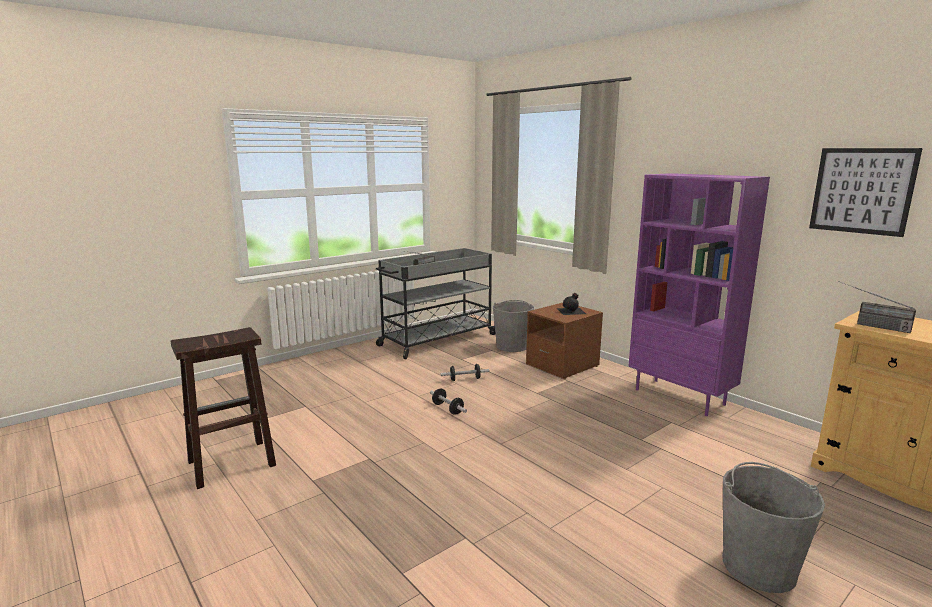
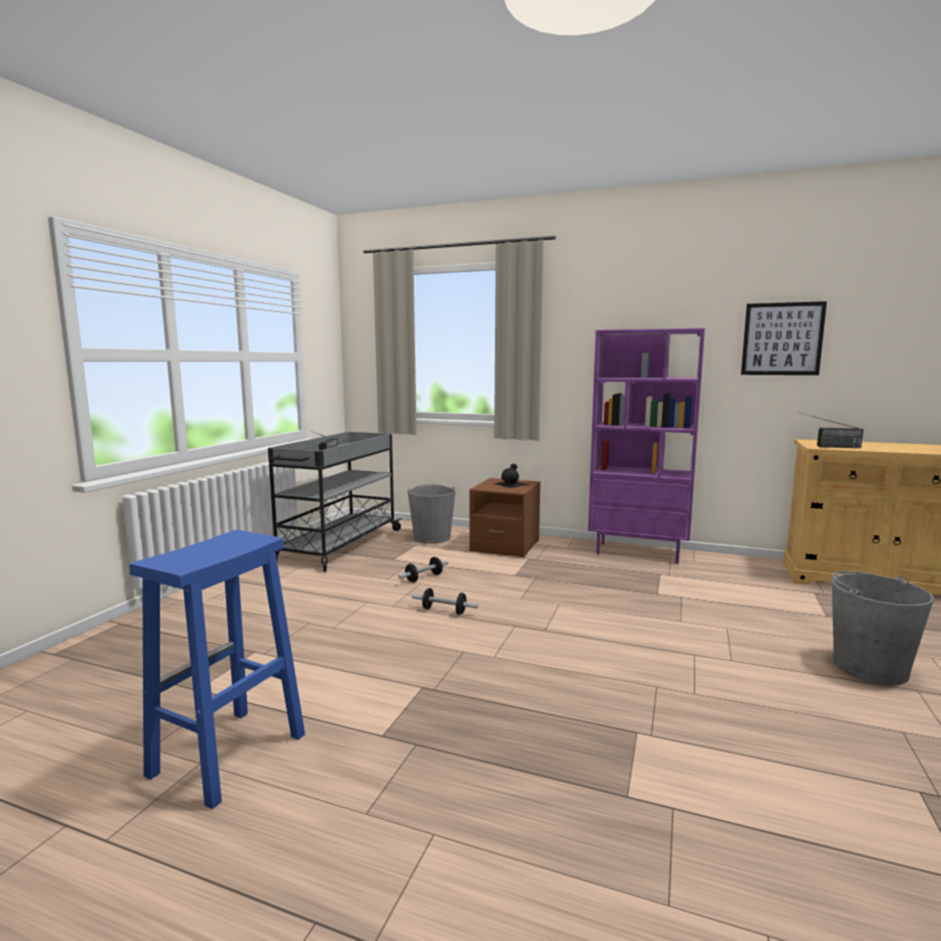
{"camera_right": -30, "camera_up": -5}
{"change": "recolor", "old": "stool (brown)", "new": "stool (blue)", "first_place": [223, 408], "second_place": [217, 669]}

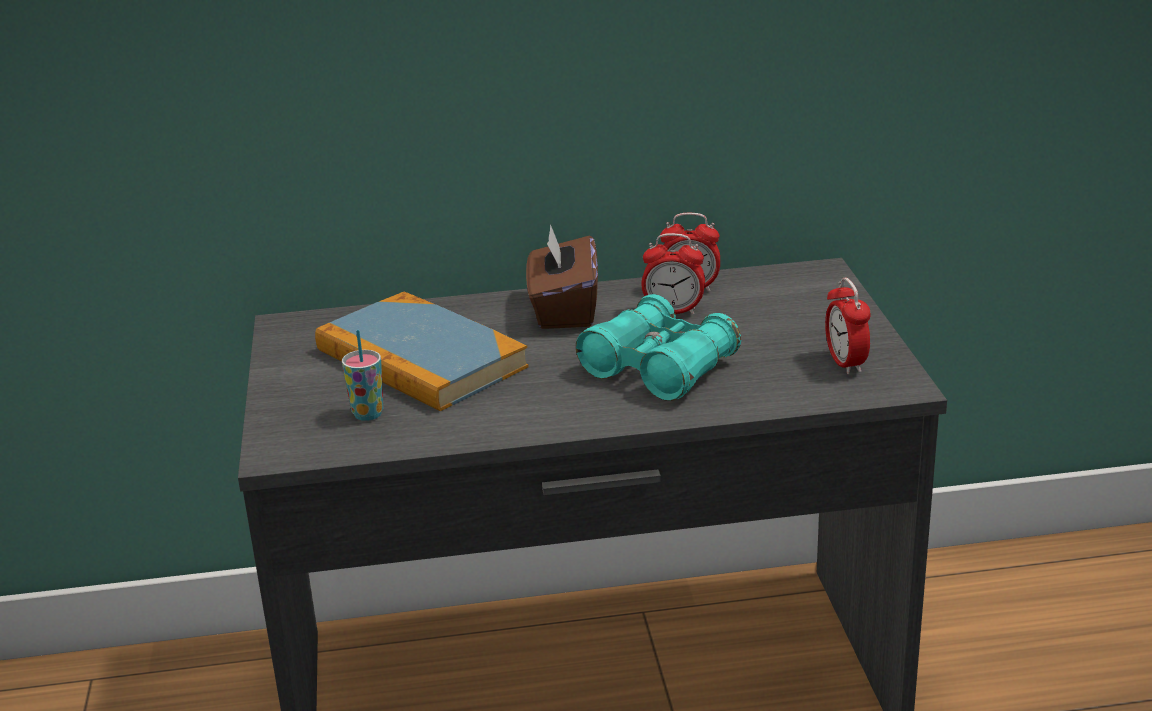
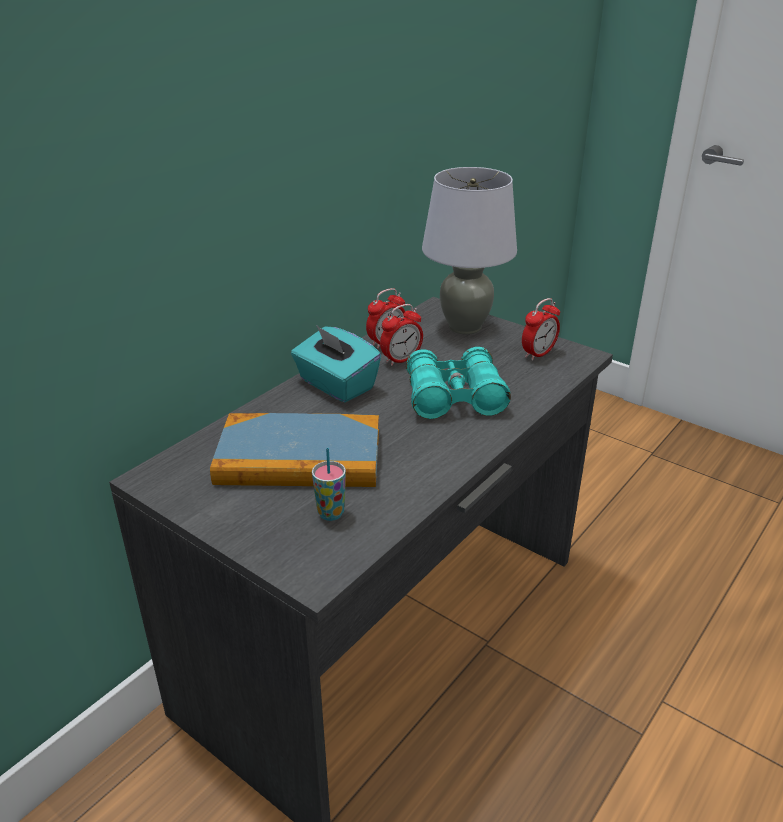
{"camera_right": -45, "camera_up": 5}
{"change": "insert", "new": "table lamp (grey)", "second_place": [469, 250]}
{"change": "recolor", "old": "tissue box (brown)", "new": "tissue box (turquoise)", "first_place": [562, 276], "second_place": [336, 363]}
{"change": "rotate", "old": "alarm clock", "first_place": [848, 326], "second_place": [541, 329], "degrees": -75}

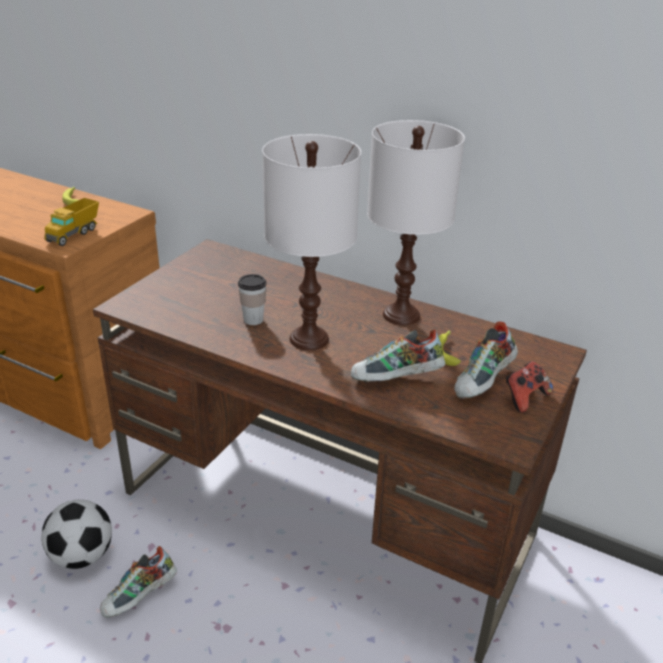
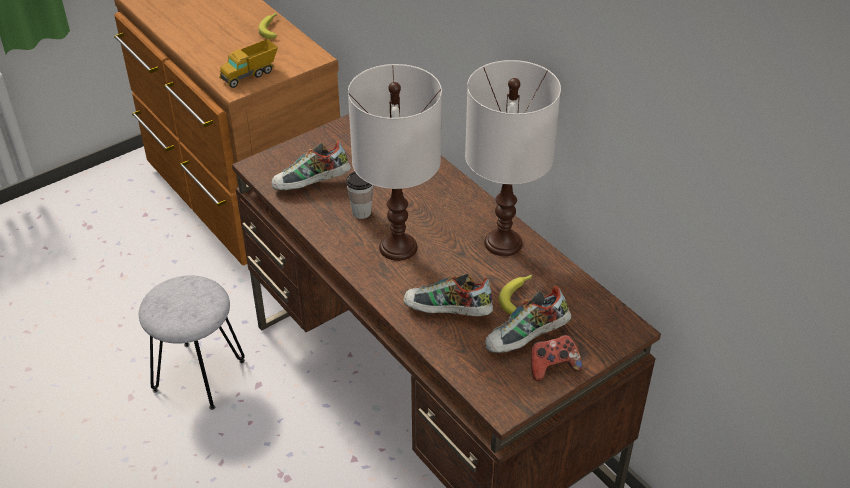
{"camera_right": 25, "camera_up": 10}
{"change": "move", "old": "shoe", "first_place": [138, 581], "second_place": [311, 165]}
{"change": "replace", "old": "football", "new": "stool (grey)", "first_place": [76, 534], "second_place": [192, 342]}

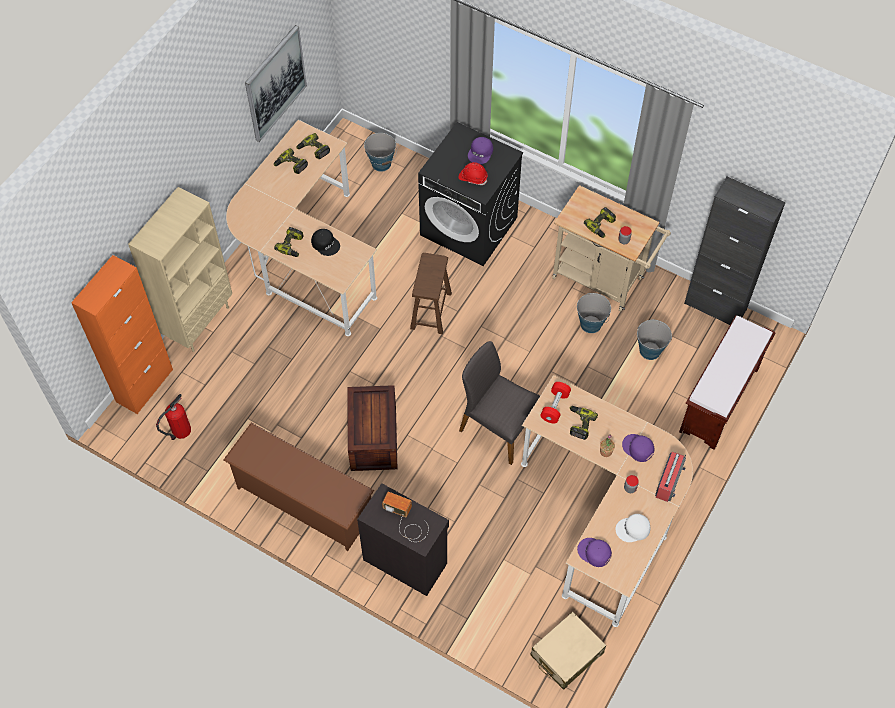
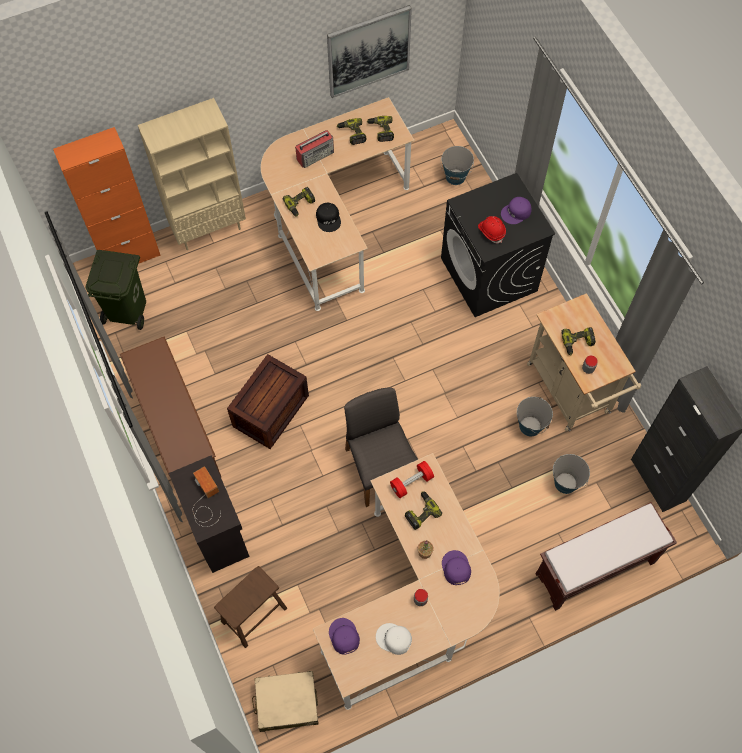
{"camera_right": 35, "camera_up": 5}
{"change": "move", "old": "stool (brown)", "first_place": [431, 293], "second_place": [250, 607]}
{"change": "move", "old": "radio", "first_place": [670, 477], "second_place": [314, 149]}
{"change": "replace", "old": "fire extinguisher", "new": "trash can (green)", "first_place": [173, 417], "second_place": [116, 290]}

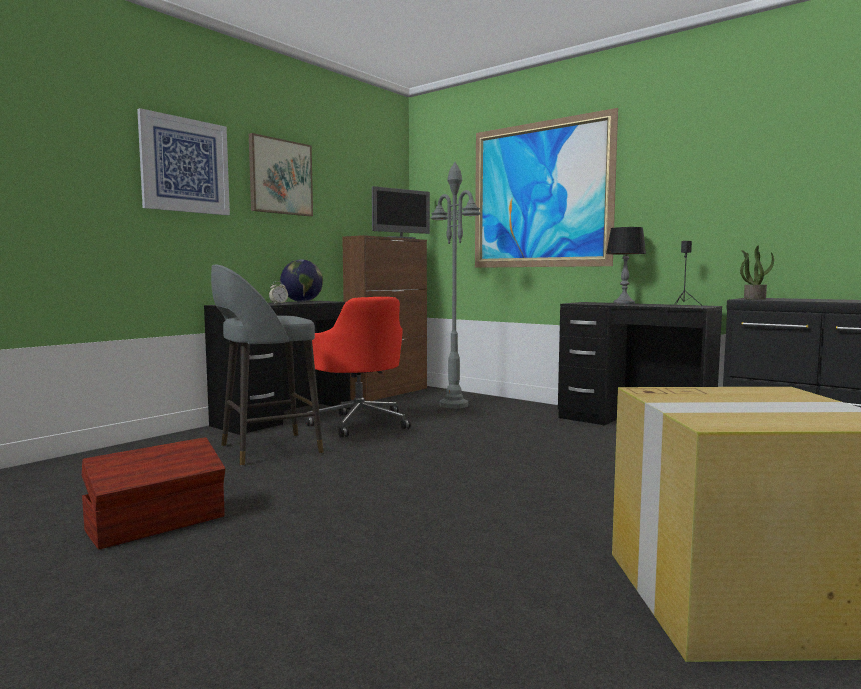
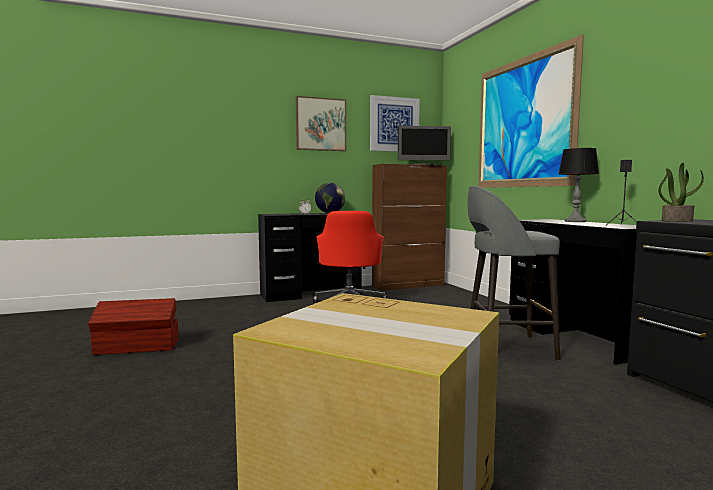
{"camera_right": 30, "camera_up": 0}
{"change": "delete", "old": "floor lamp (grey)", "first_place": [456, 285]}
{"change": "move", "old": "picture", "first_place": [183, 161], "second_place": [395, 123]}
{"change": "move", "old": "stool (grey)", "first_place": [267, 365], "second_place": [514, 273]}

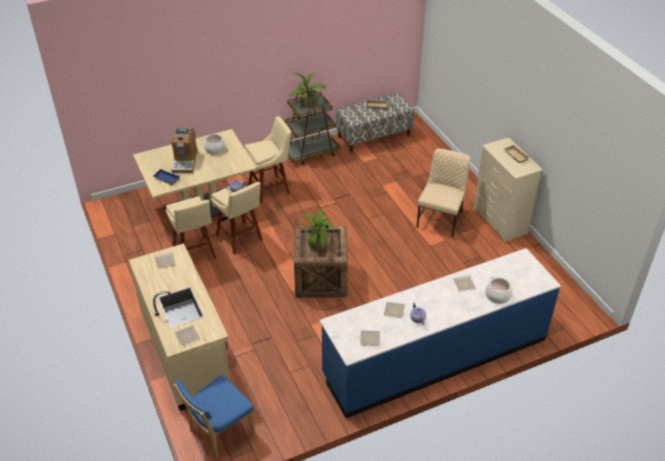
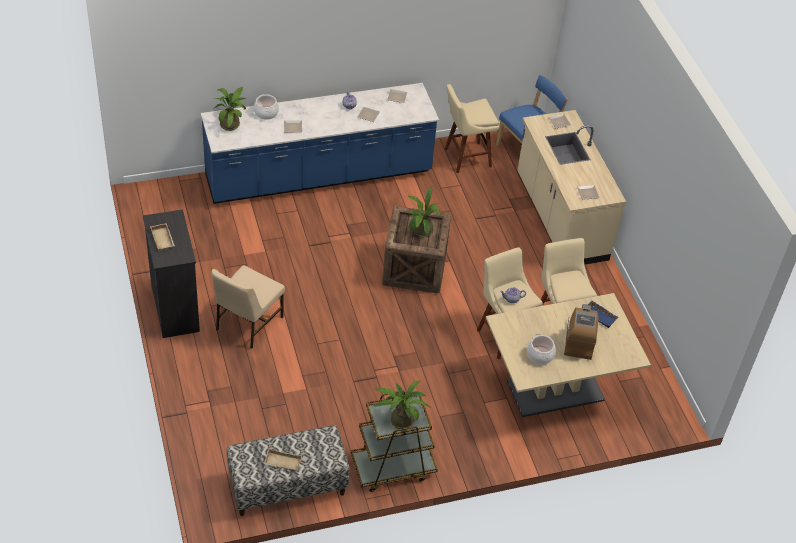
{"camera_right": -175, "camera_up": 5}
{"change": "insert", "new": "potted plant", "second_place": [229, 109]}
{"change": "move", "old": "stool (beige)", "first_place": [268, 159], "second_place": [472, 128]}
{"change": "recolor", "old": "dresser (beige)", "new": "dresser (black)", "first_place": [508, 190], "second_place": [171, 273]}

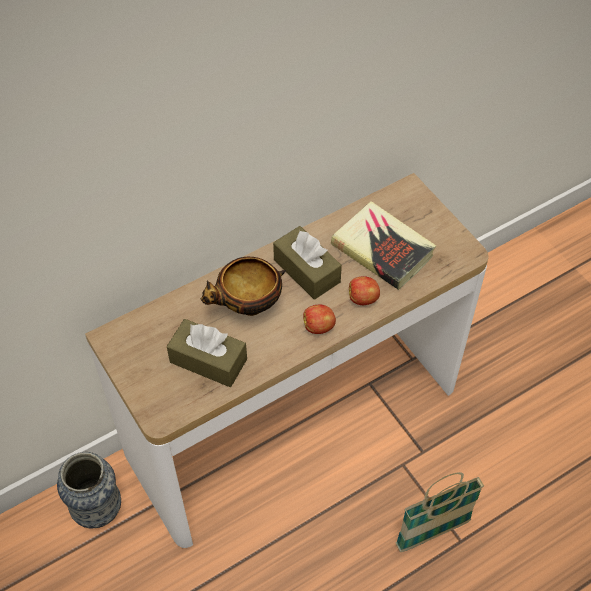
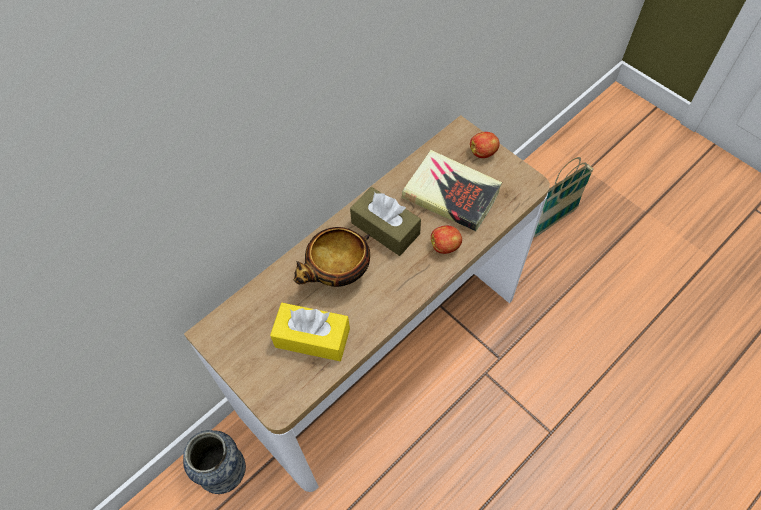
{"camera_right": -10, "camera_up": 5}
{"change": "move", "old": "apple", "first_place": [319, 319], "second_place": [484, 145]}
{"change": "move", "old": "basket", "first_place": [440, 512], "second_place": [564, 197]}
{"change": "recolor", "old": "tissue box (brown)", "new": "tissue box (yellow)", "first_place": [207, 353], "second_place": [310, 332]}

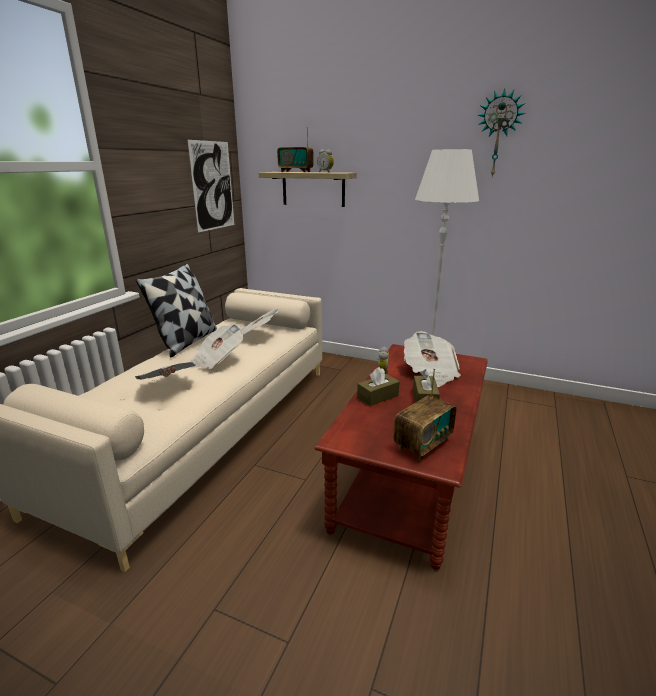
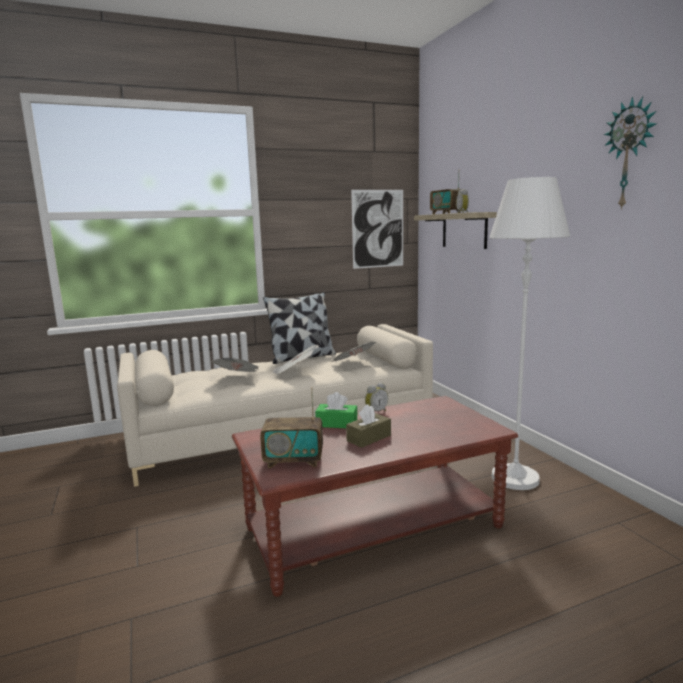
{"camera_right": 45, "camera_up": -10}
{"change": "delete", "old": "newspaper", "first_place": [432, 359]}
{"change": "recolor", "old": "tissue box (brown)", "new": "tissue box (green)", "first_place": [378, 386], "second_place": [336, 410]}

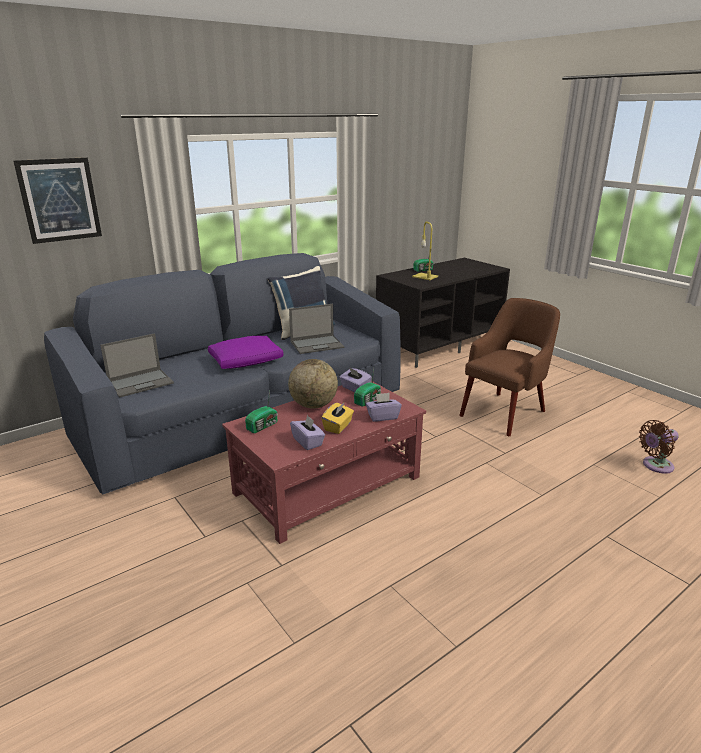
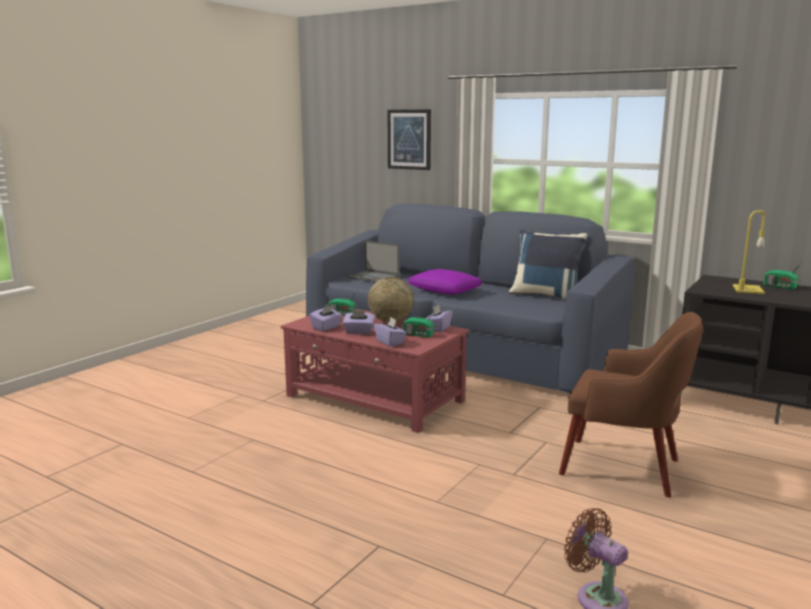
{"camera_right": 70, "camera_up": -10}
{"change": "delete", "old": "laptop", "first_place": [317, 329]}
{"change": "recolor", "old": "tissue box (yellow)", "new": "tissue box (purple)", "first_place": [338, 418], "second_place": [359, 322]}

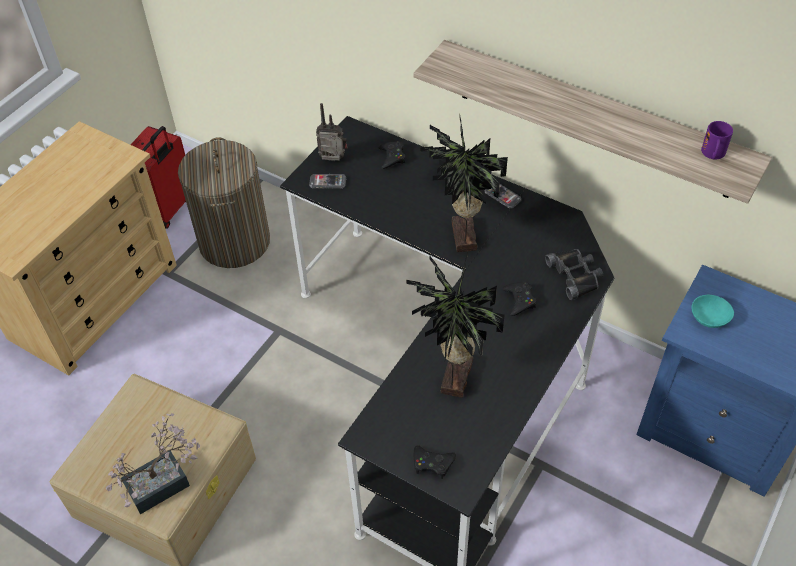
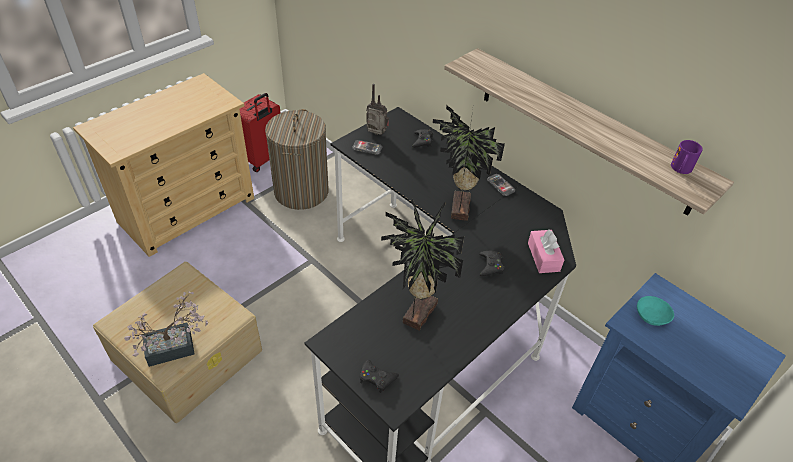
{"camera_right": 10, "camera_up": -5}
{"change": "replace", "old": "binoculars (black)", "new": "tissue box (pink)", "first_place": [574, 274], "second_place": [546, 251]}

